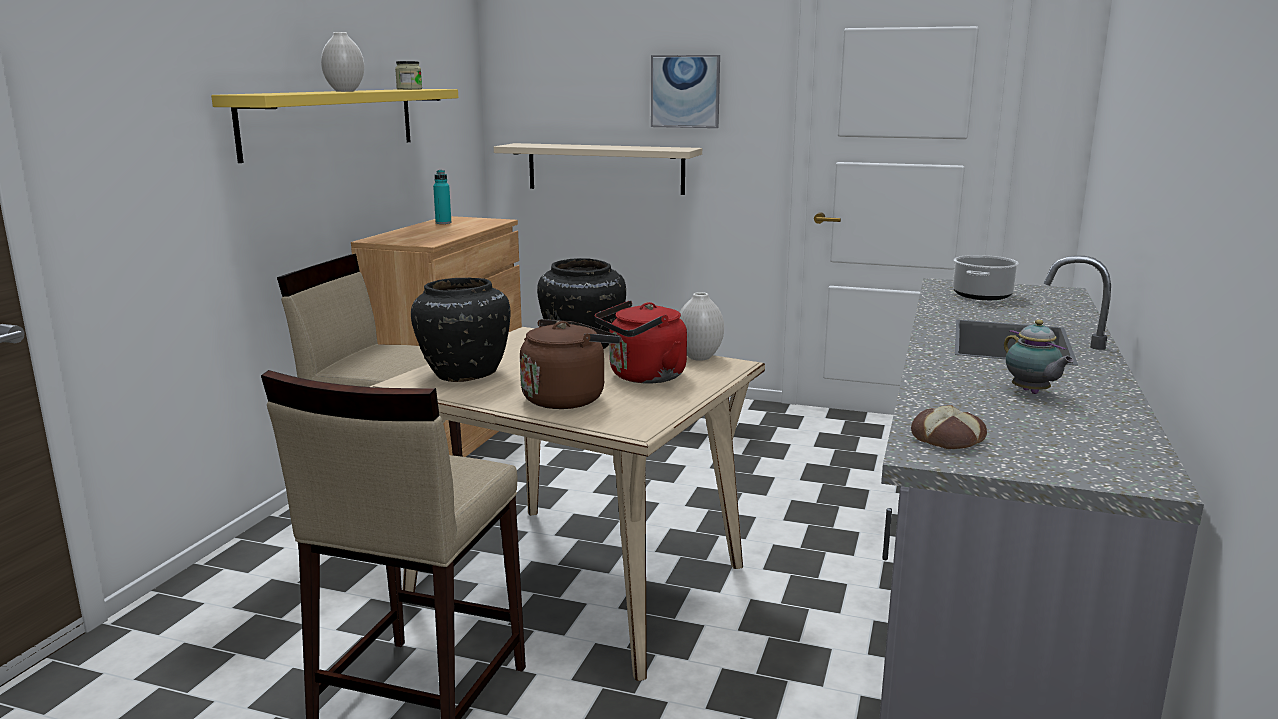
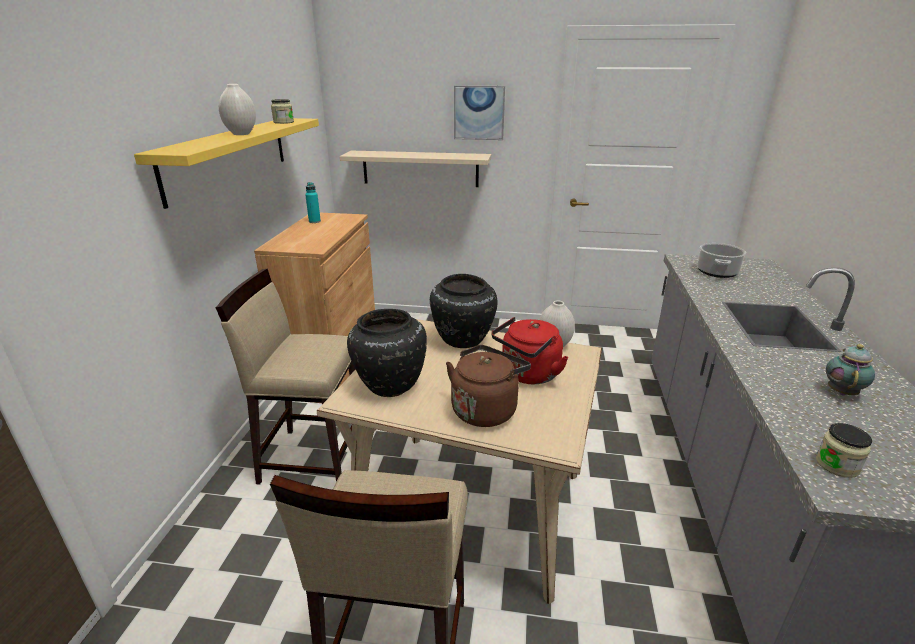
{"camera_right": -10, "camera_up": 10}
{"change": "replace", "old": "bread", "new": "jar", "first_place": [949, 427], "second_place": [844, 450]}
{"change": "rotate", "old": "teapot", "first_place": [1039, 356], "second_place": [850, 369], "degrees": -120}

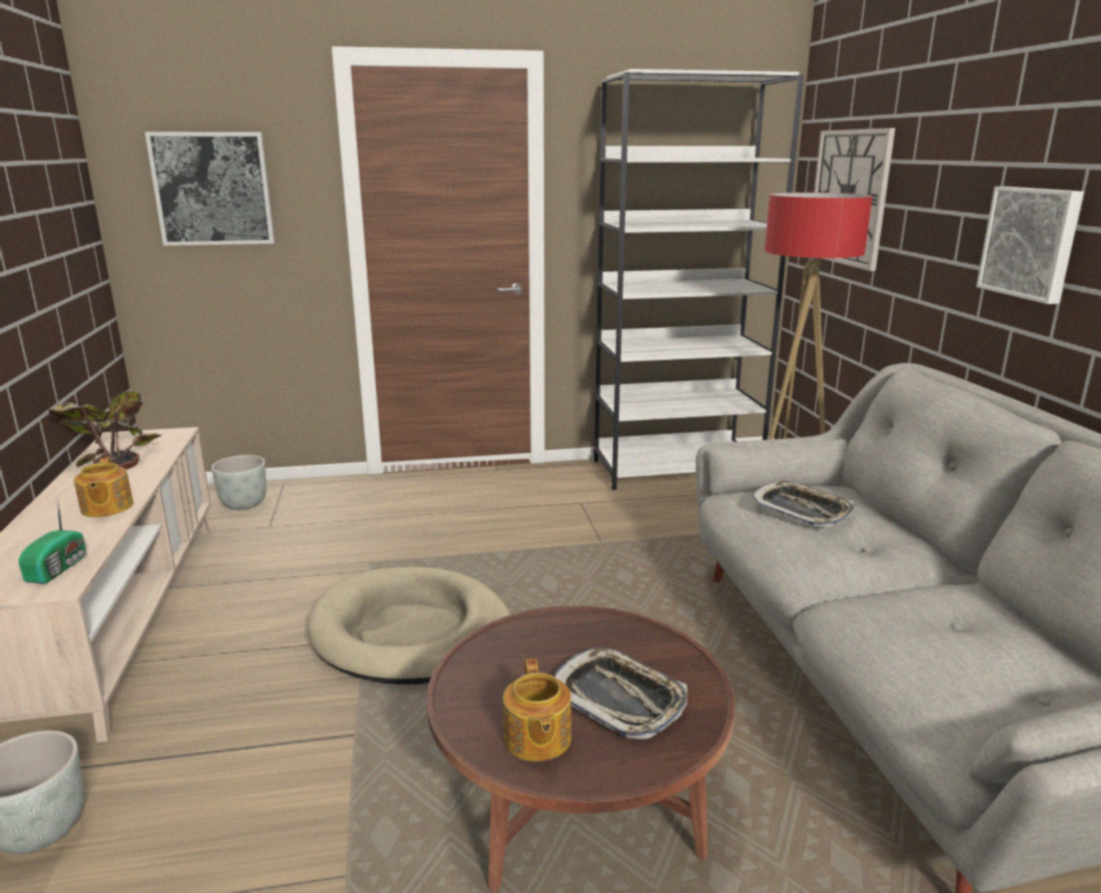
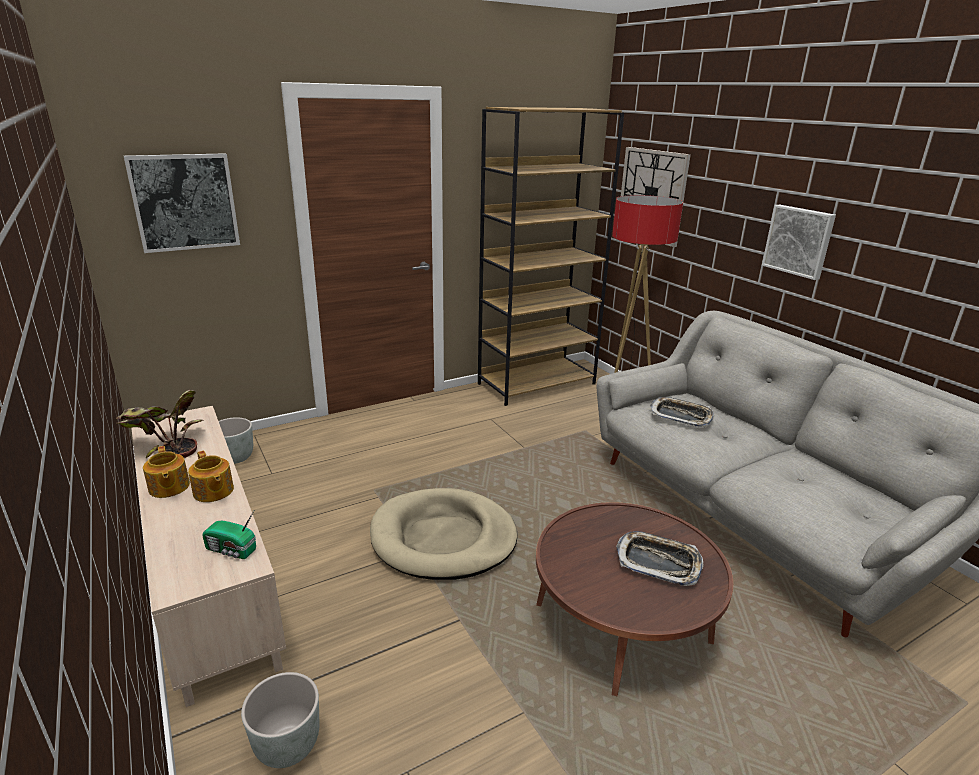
{"camera_right": -20, "camera_up": 5}
{"change": "move", "old": "teapot", "first_place": [537, 710], "second_place": [166, 472]}
{"change": "recolor", "old": "bookcase (white)", "new": "bookcase (brown)", "first_place": [699, 279], "second_place": [551, 256]}
{"change": "rotate", "old": "radio", "first_place": [52, 540], "second_place": [229, 535], "degrees": 120}

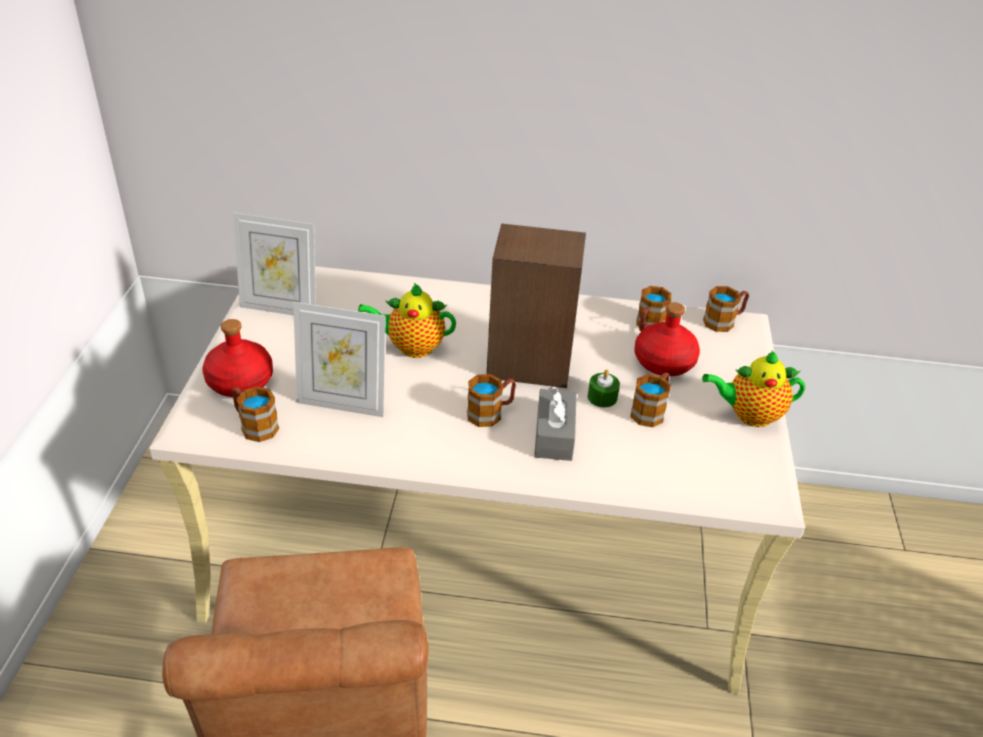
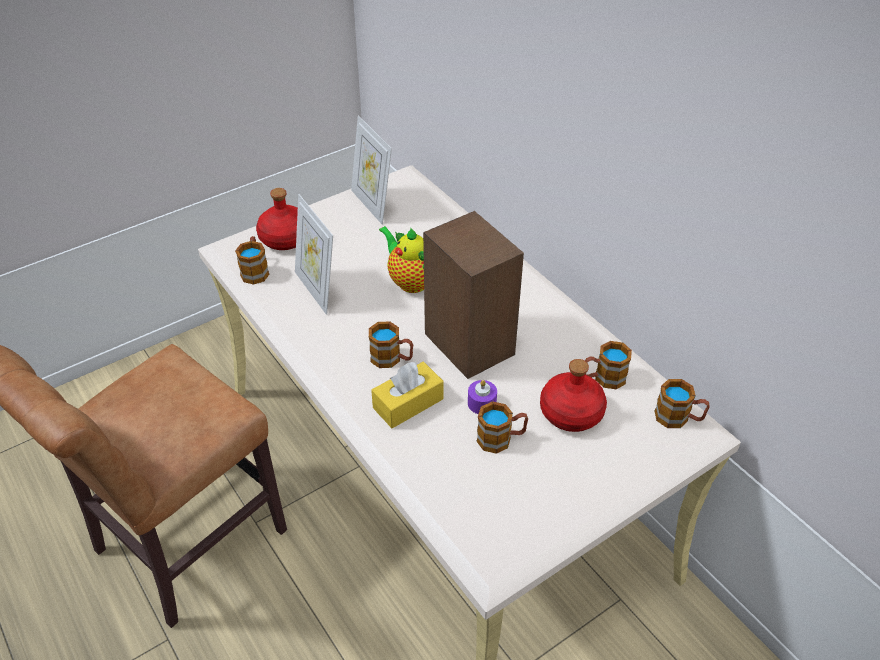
{"camera_right": 50, "camera_up": 5}
{"change": "delete", "old": "teapot", "first_place": [753, 389]}
{"change": "recolor", "old": "tissue box (grey)", "new": "tissue box (yellow)", "first_place": [555, 423], "second_place": [407, 394]}
{"change": "recolor", "old": "candle (green)", "new": "candle (purple)", "first_place": [604, 389], "second_place": [482, 397]}

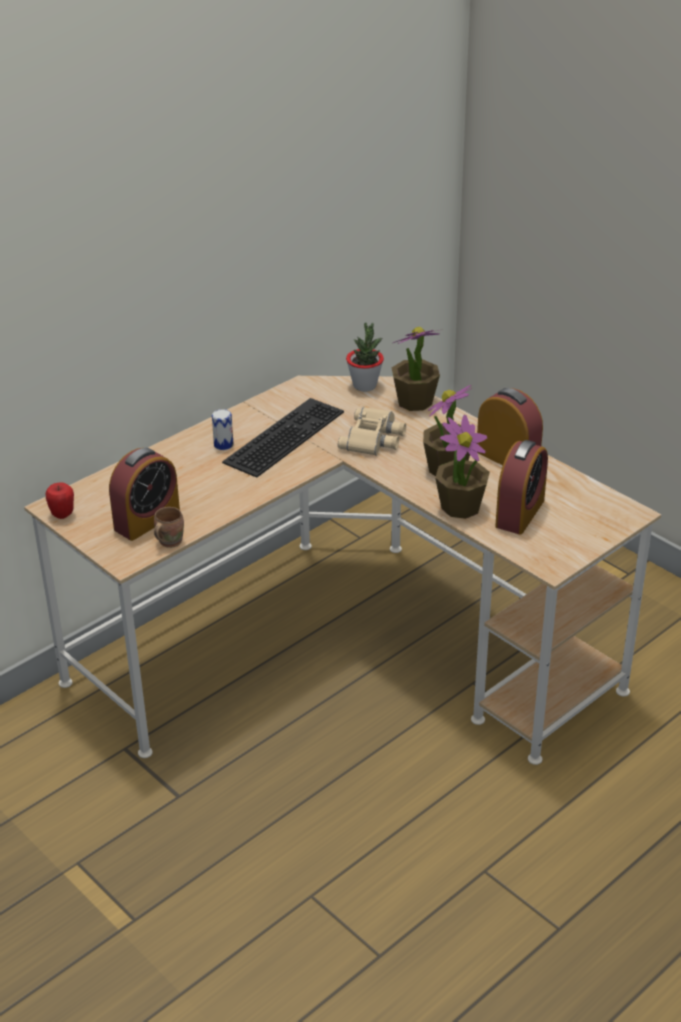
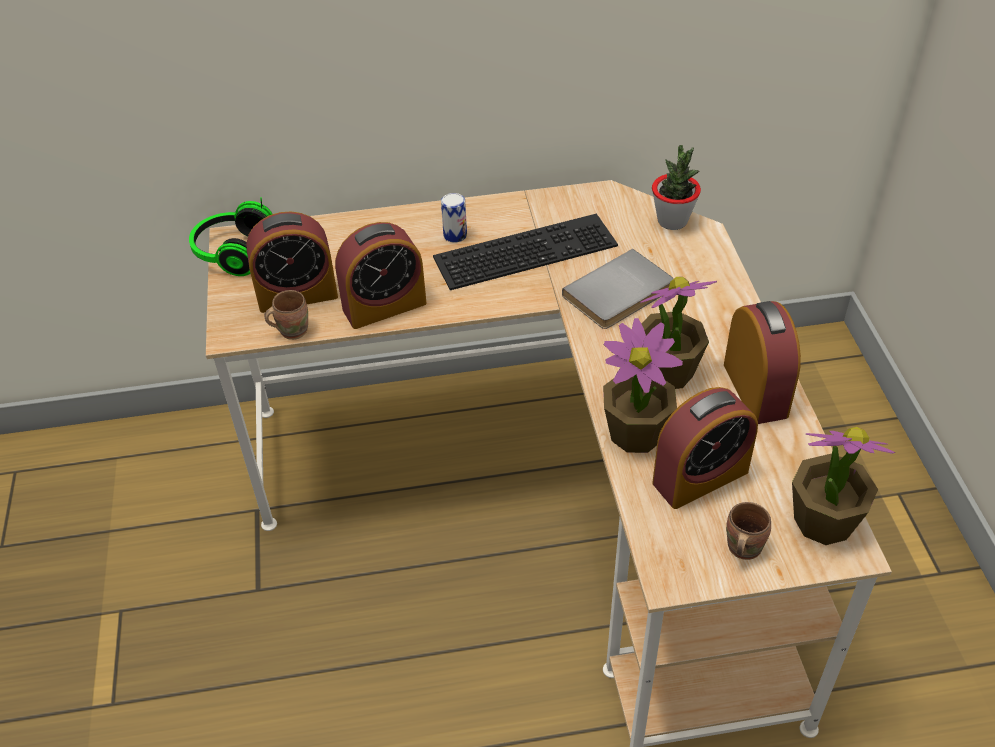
{"camera_right": 35, "camera_up": 10}
{"change": "insert", "new": "alarm clock", "second_place": [381, 275]}
{"change": "insert", "new": "mug (brown)", "second_place": [748, 531]}
{"change": "move", "old": "potted plant", "first_place": [416, 369], "second_place": [843, 486]}
{"change": "replace", "old": "apple", "new": "headphones", "first_place": [60, 500], "second_place": [230, 236]}
{"change": "replace", "old": "binoculars (beige)", "new": "book (grey)", "first_place": [372, 431], "second_place": [618, 289]}

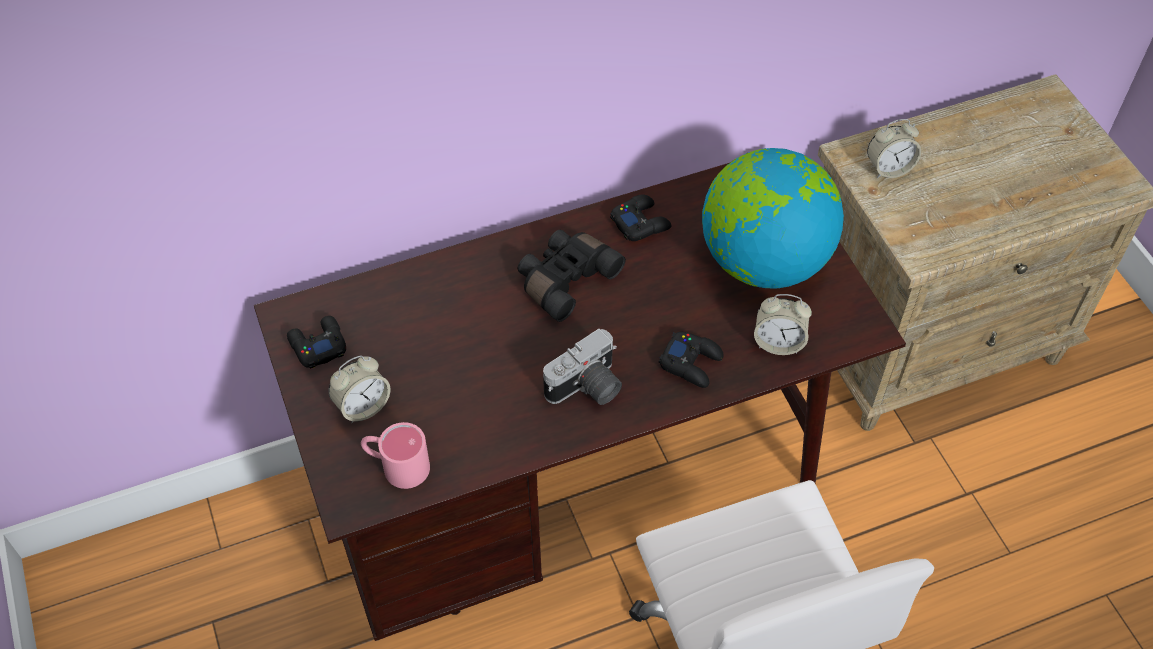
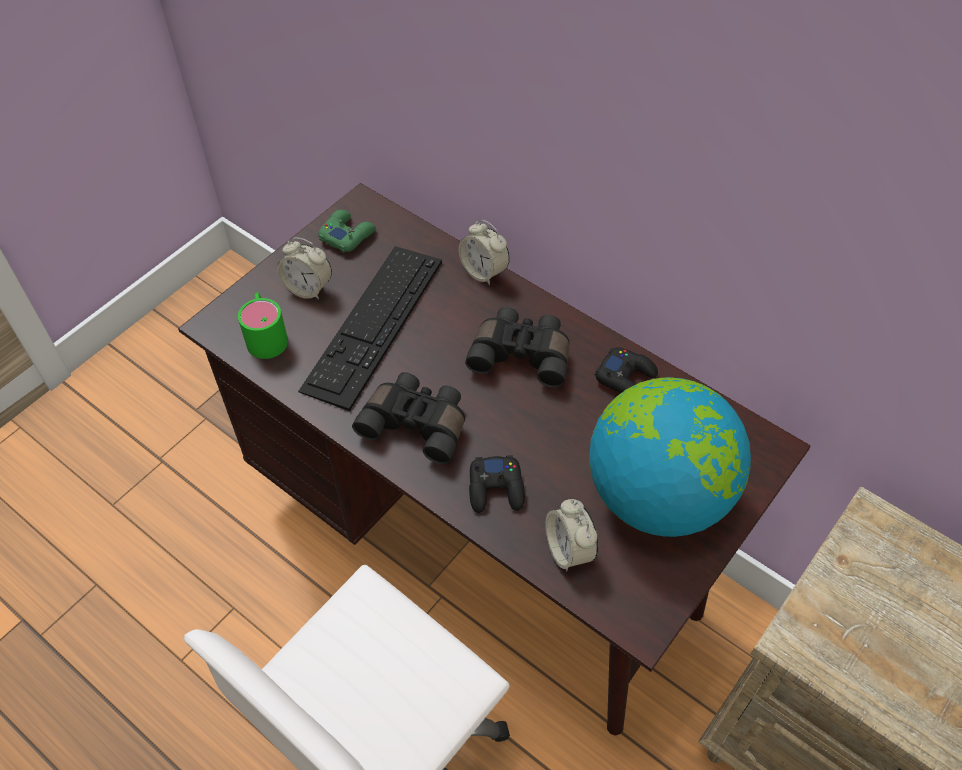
{"camera_right": 60, "camera_up": 0}
{"change": "insert", "new": "keyboard", "second_place": [370, 328]}
{"change": "move", "old": "alarm clock", "first_place": [894, 148], "second_place": [484, 252]}
{"change": "replace", "old": "photo camera", "new": "binoculars (black)", "first_place": [582, 367], "second_place": [408, 418]}
{"change": "recolor", "old": "game controller (black)", "new": "game controller (green)", "first_place": [316, 342], "second_place": [347, 231]}
{"change": "recolor", "old": "mug (pink)", "new": "mug (green)", "first_place": [395, 455], "second_place": [263, 325]}

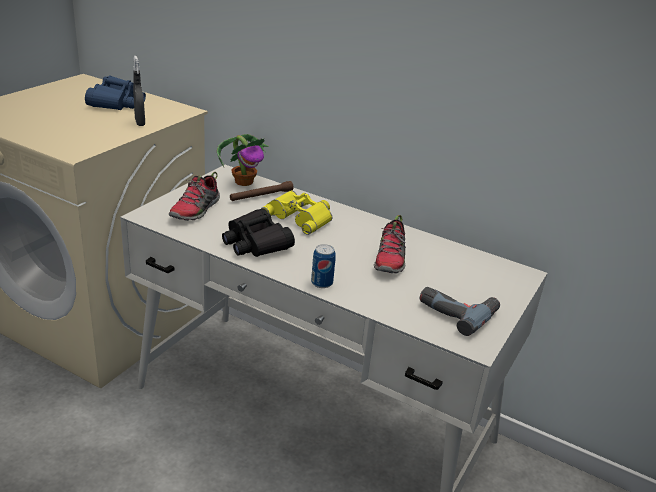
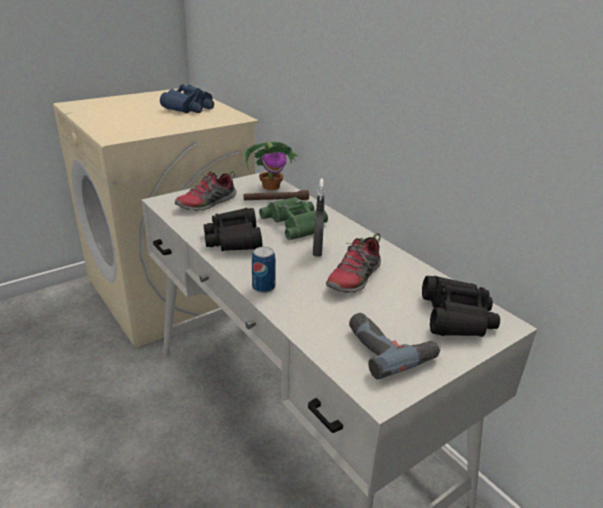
{"camera_right": 25, "camera_up": 0}
{"change": "insert", "new": "binoculars (black)", "second_place": [461, 306]}
{"change": "move", "old": "spray bottle (grey)", "first_place": [139, 91], "second_place": [319, 217]}
{"change": "recolor", "old": "binoculars (yellow)", "new": "binoculars (green)", "first_place": [296, 212], "second_place": [293, 218]}

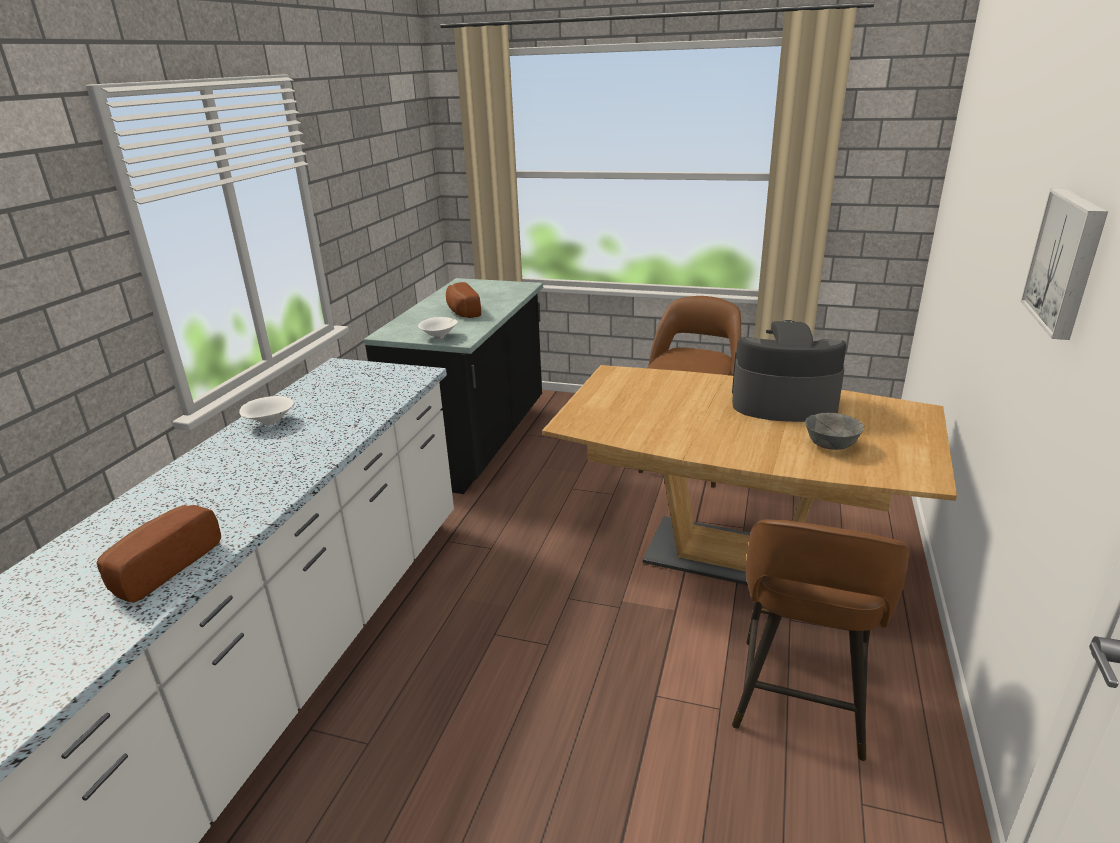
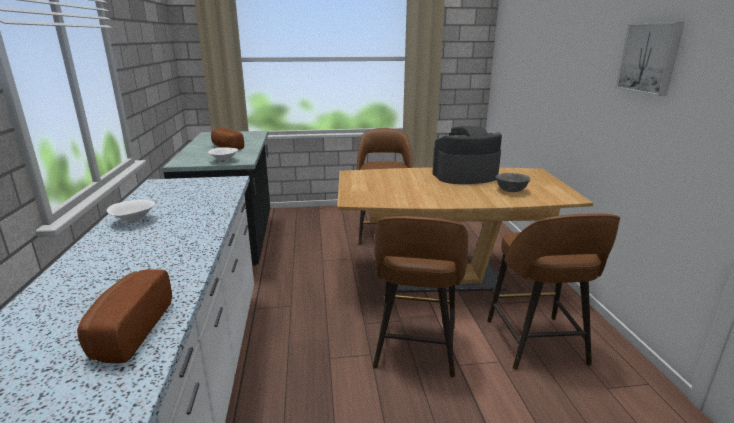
{"camera_right": -25, "camera_up": -5}
{"change": "insert", "new": "stool (brown)", "second_place": [420, 296]}

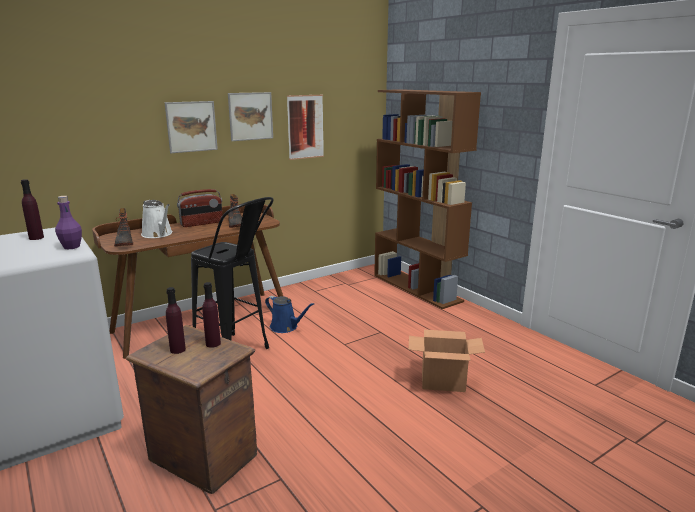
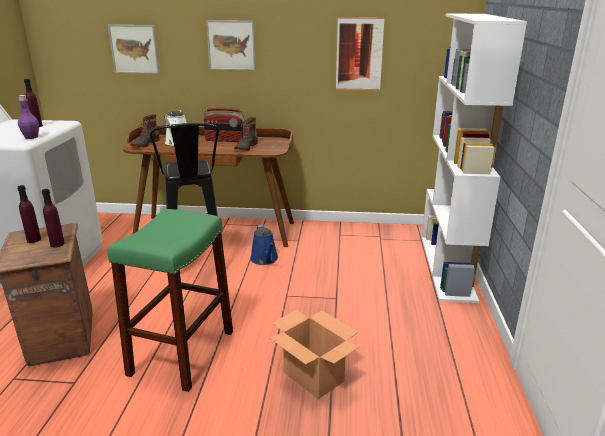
{"camera_right": 40, "camera_up": 5}
{"change": "insert", "new": "stool (green)", "second_place": [170, 300]}
{"change": "move", "old": "picture", "first_place": [250, 116], "second_place": [133, 49]}
{"change": "recolor", "old": "bookcase (brown)", "new": "bookcase (white)", "first_place": [427, 199], "second_place": [474, 158]}

